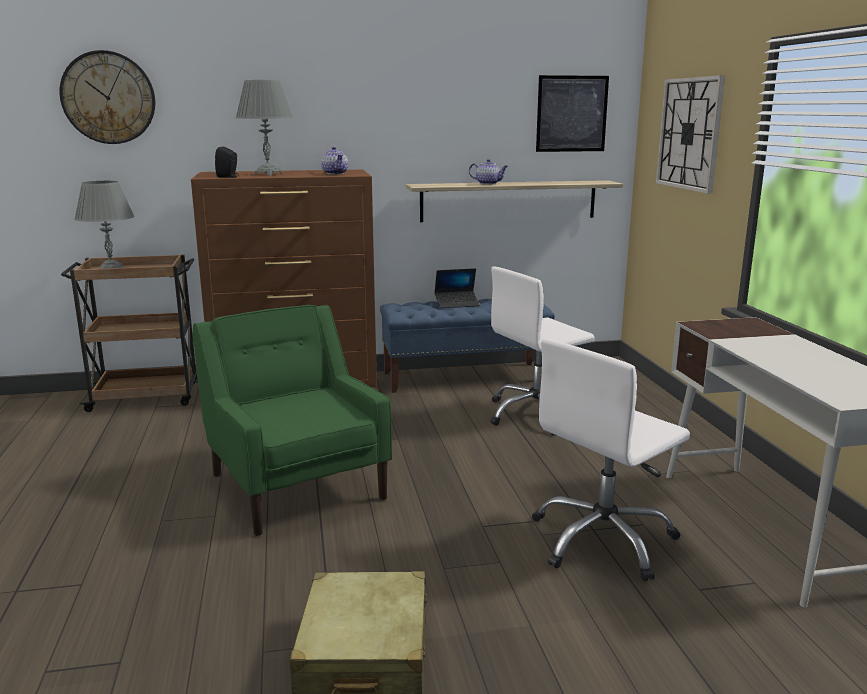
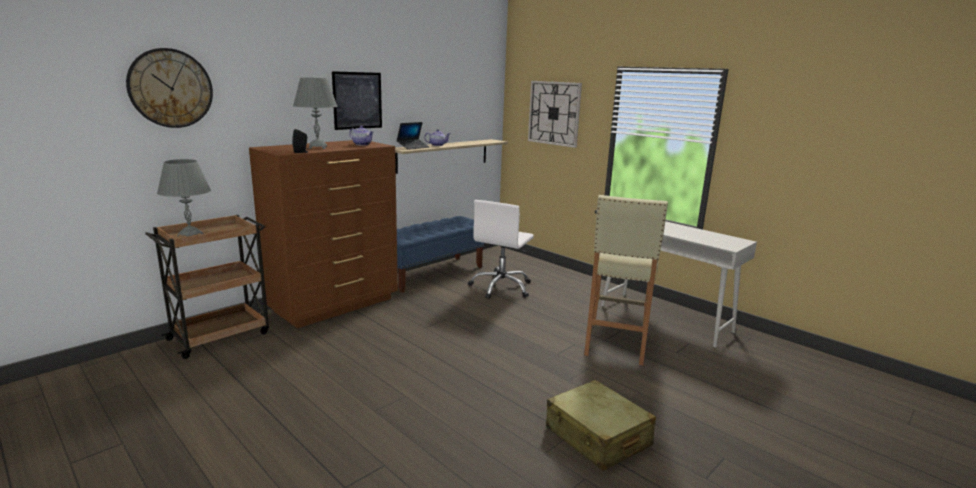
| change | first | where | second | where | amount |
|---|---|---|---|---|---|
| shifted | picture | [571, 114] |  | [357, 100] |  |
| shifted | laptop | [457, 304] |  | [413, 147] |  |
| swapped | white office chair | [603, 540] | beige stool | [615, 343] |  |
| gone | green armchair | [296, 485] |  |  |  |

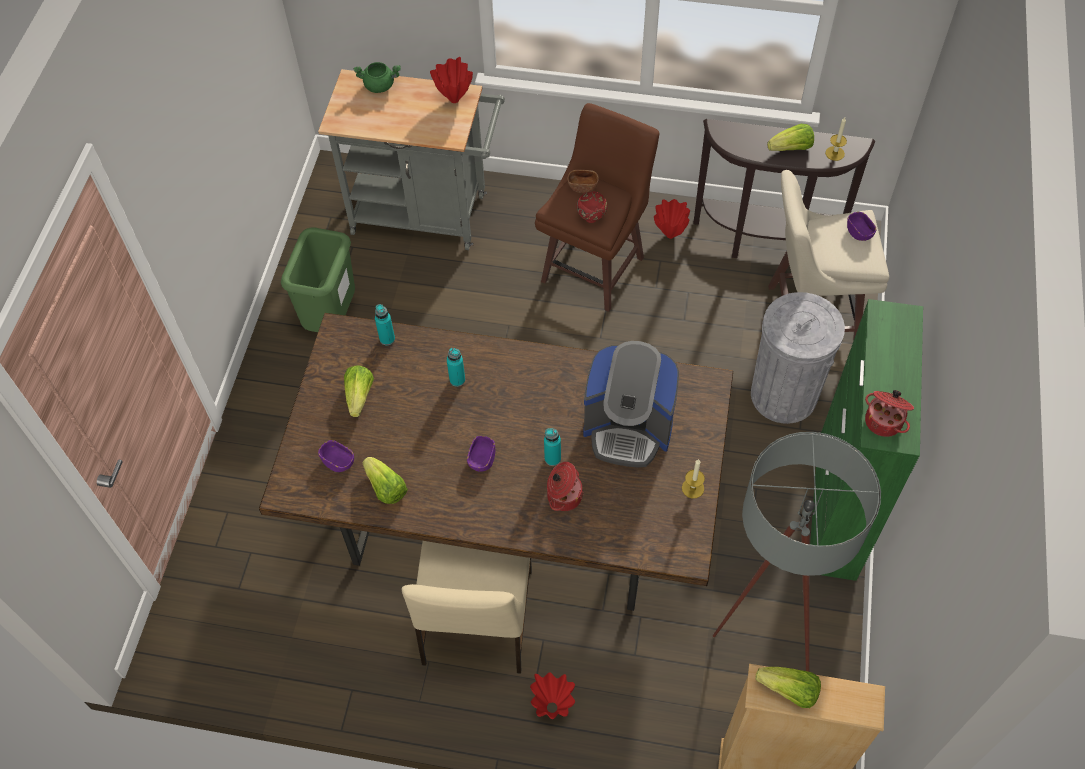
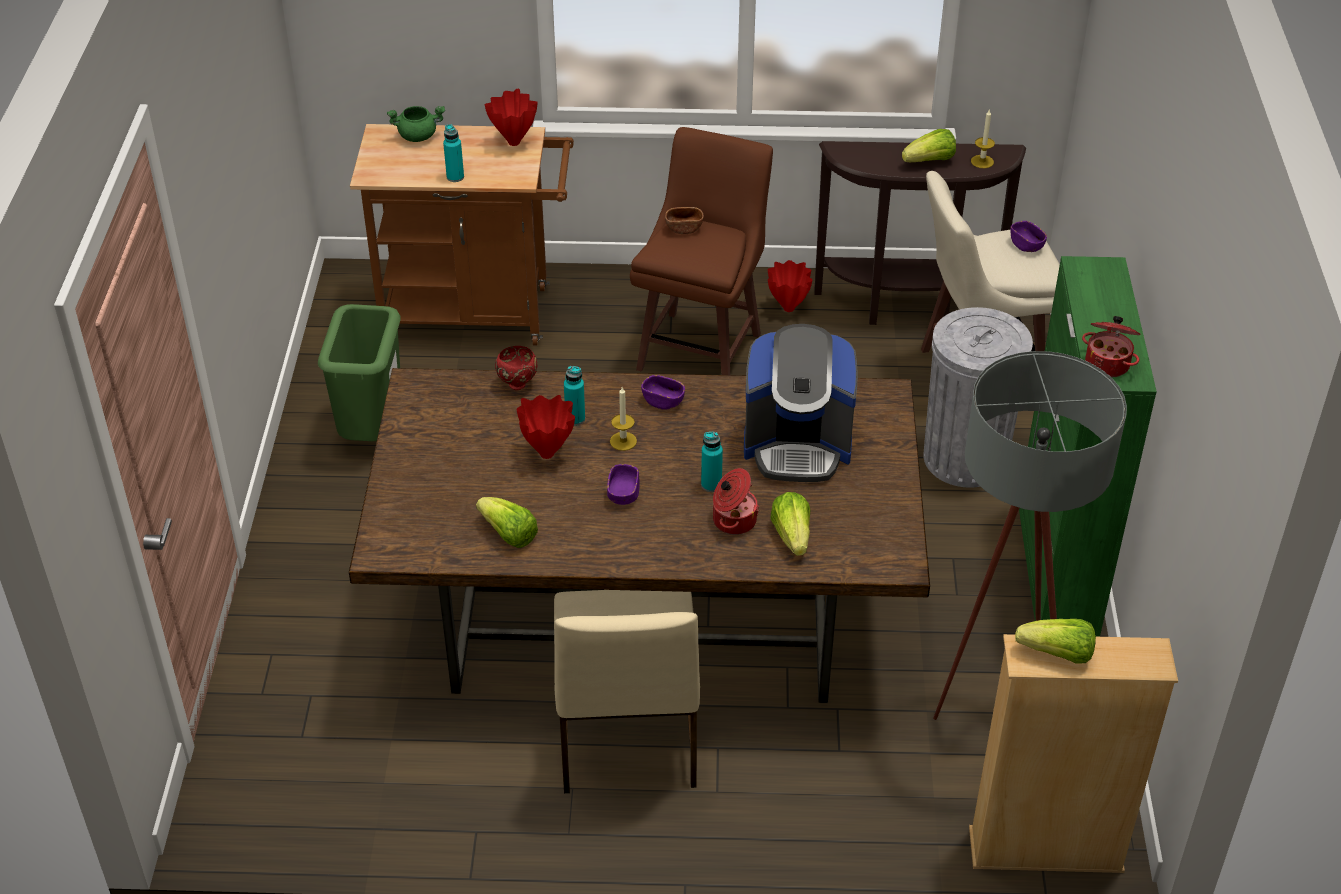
| change | first | where | second | where | amount |
|---|---|---|---|---|---|
| repainted | grey cart | [428, 215] | brown cart | [477, 313] |  |
| shifted | turquoise bottle | [387, 339] |  | [455, 177] |  |
| shifted | red bowl | [591, 218] |  | [518, 384] |  |
| shifted | red vase | [552, 708] |  | [547, 454] |  |
| shifted | candle | [693, 488] |  | [623, 441] |  |
| shifted | purple bowl | [338, 461] |  | [663, 401] |  |
| shifted | lettuce | [359, 396] |  | [792, 536] |  |

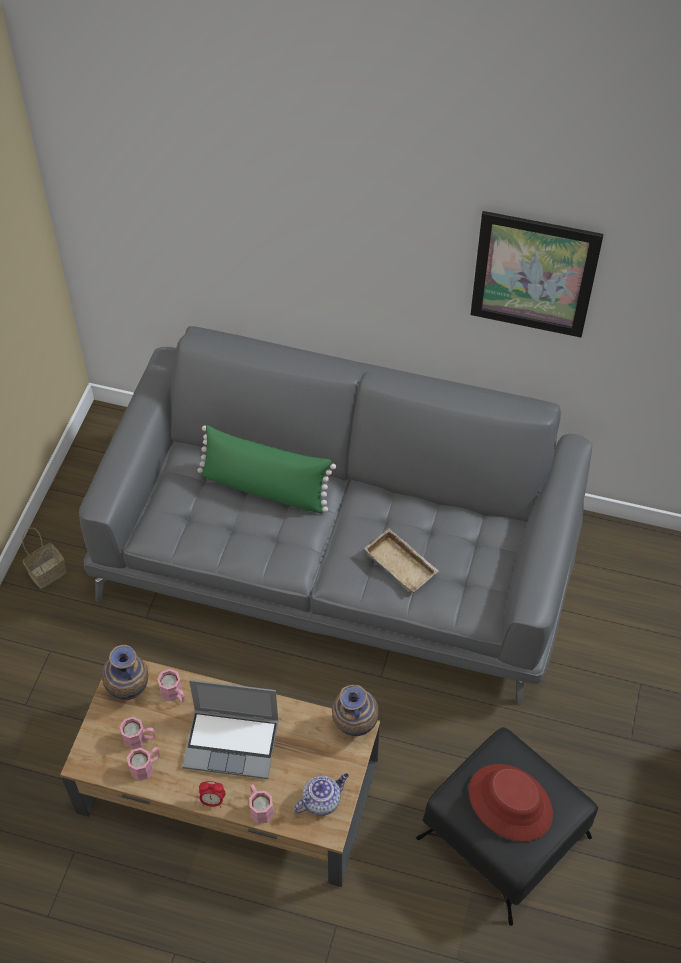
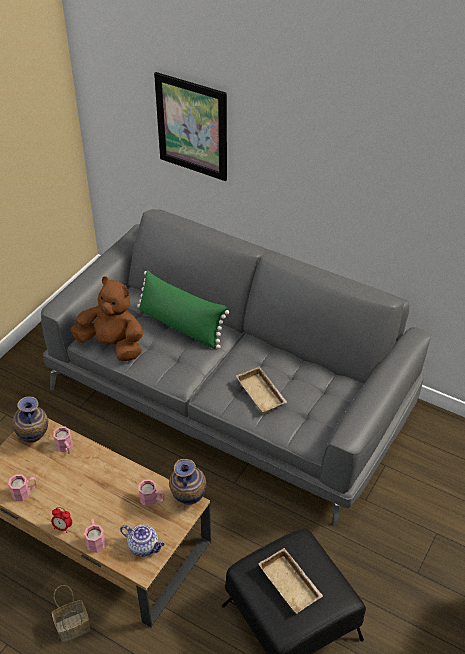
| change | first | where | second | where | amount |
|---|---|---|---|---|---|
| shifted | basket | [47, 574] |  | [72, 628] |  |
| new |  |  | brown plush toy | [113, 345] |  |
| rotated | teapot | [322, 800] |  | [144, 546] | 45 degrees clockwise |
| shifted | pink mug | [139, 739] |  | [152, 499] |  |
| shifted | picture | [534, 274] |  | [192, 127] |  |
| swapped | red hat | [510, 802] | beige tray | [291, 583] |  |
| gone | laptop | [233, 743] |  |  |  |

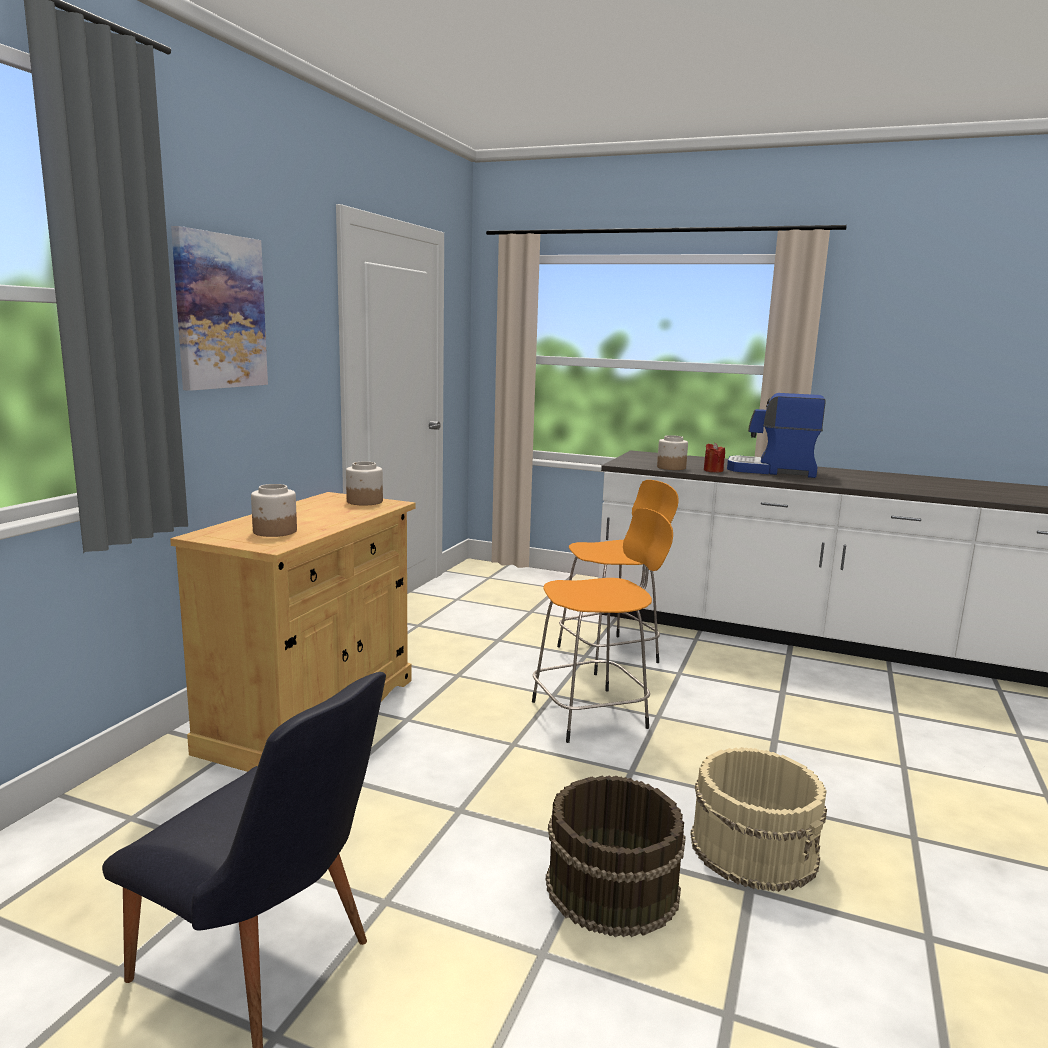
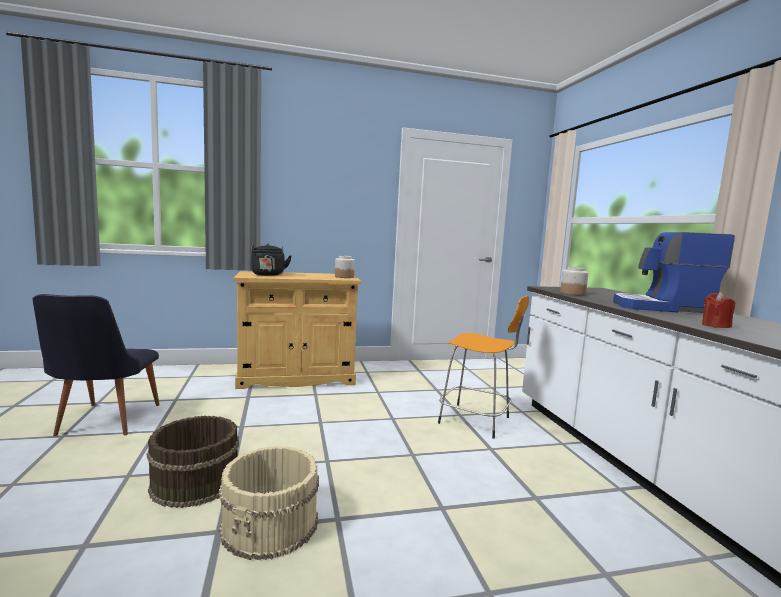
| change | first | where | second | where | amount |
|---|---|---|---|---|---|
| swapped | jar | [275, 531] | black kettle | [268, 275] |  |
| rotated | coffee machine | [772, 471] |  | [664, 308] | 60 degrees counterclockwise |
| shifted | red candle | [713, 470] |  | [715, 325] |  |
| gone | picture | [220, 312] |  |  |  |
| gone | orange stool | [593, 714] |  |  |  |

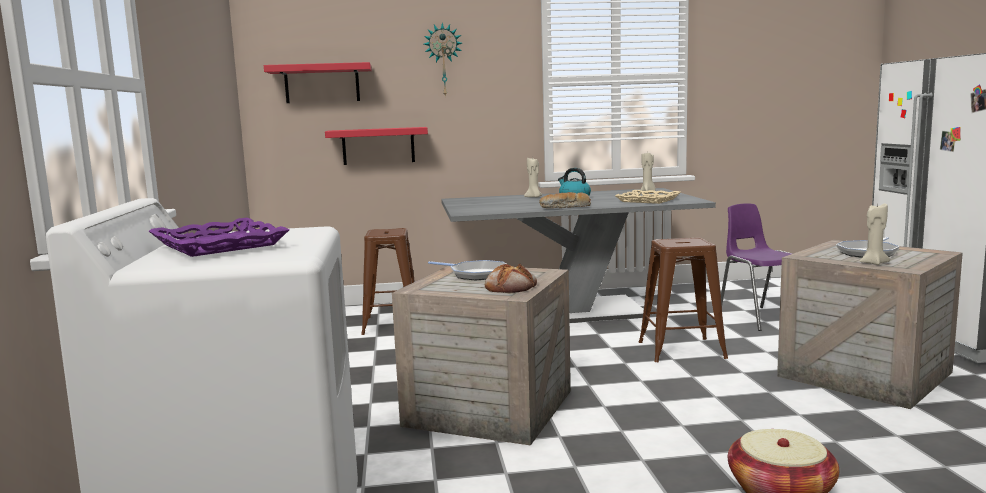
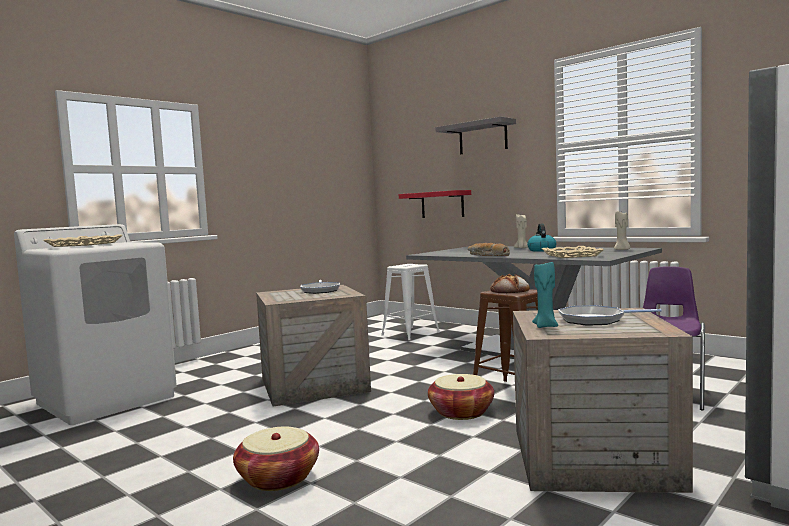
| change | first | where | second | where | amount |
|---|---|---|---|---|---|
| repainted | purple tray | [218, 245] | beige tray | [84, 244] |  |
| repainted | brown stool | [392, 325] | white stool | [410, 333] |  |
| new |  |  | basket | [461, 412] |  |
| swapped | wall clock | [443, 60] | grey shelf | [483, 137] |  |
| shifted | bread | [511, 286] |  | [510, 290] |  |
| repainted | beige candle | [873, 263] | turquoise candle | [546, 326] |  |
| gone | red shelf | [322, 84] |  |  |  |

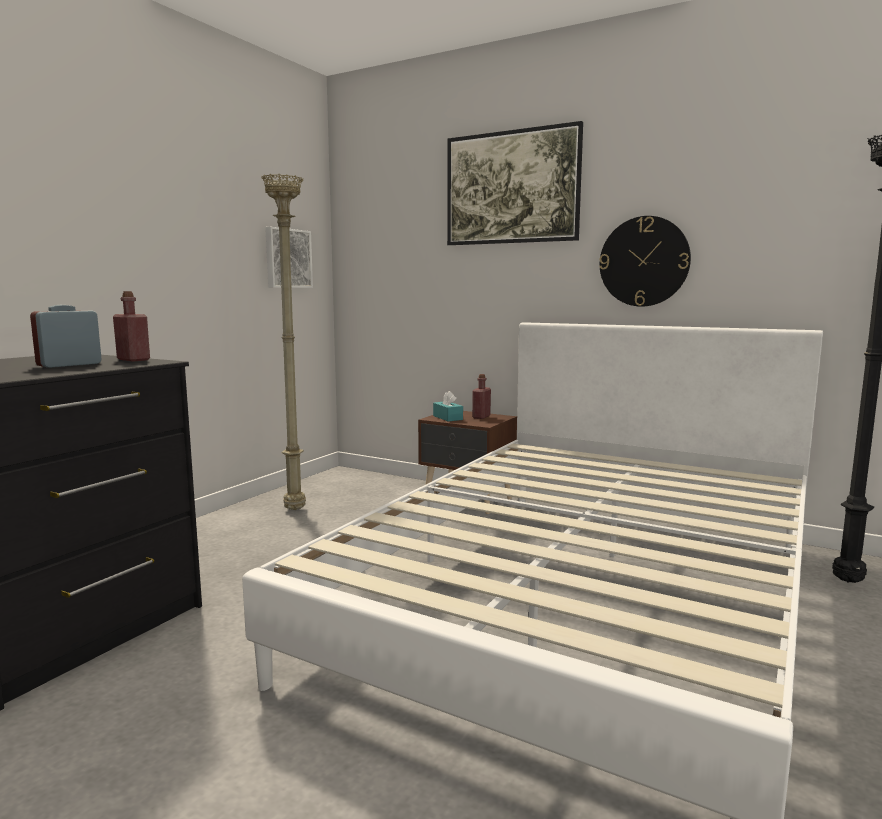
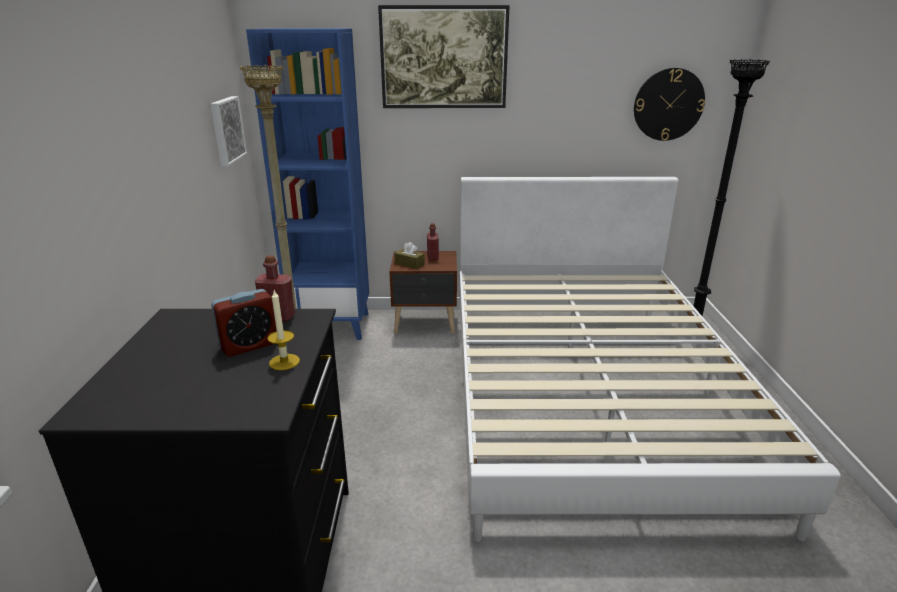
| change | first | where | second | where | amount |
|---|---|---|---|---|---|
| rotated | alarm clock | [69, 365] |  | [249, 345] | 135 degrees counterclockwise |
| new |  |  | blue bookcase | [332, 326] |  |
| new |  |  | candle | [284, 362] |  |
| repainted | turquoise tissue box | [447, 418] | brown tissue box | [409, 264] |  |
| shifted | wall clock | [644, 261] |  | [668, 104] |  |

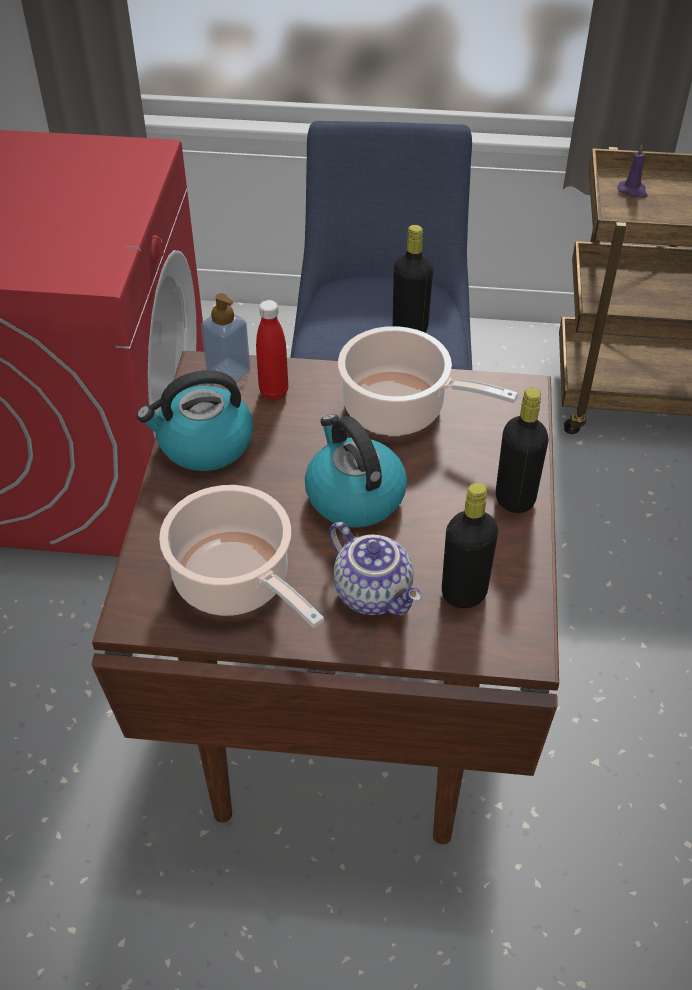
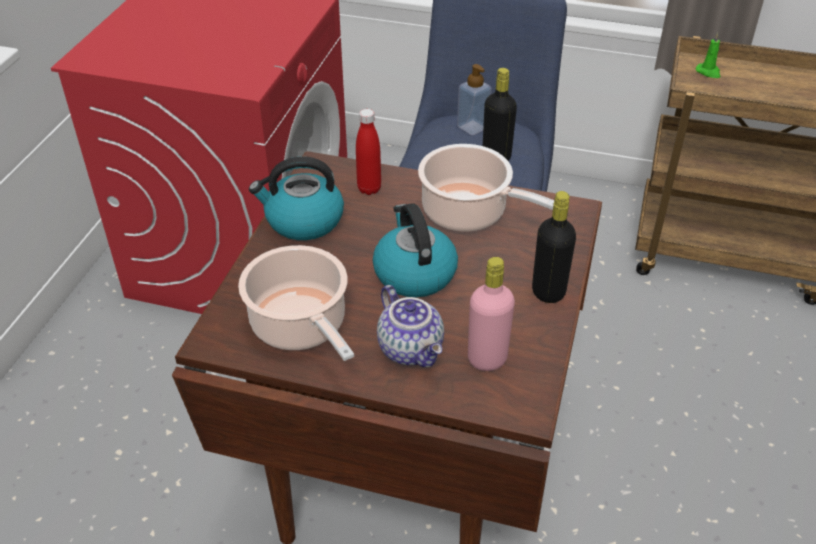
| change | first | where | second | where | amount |
|---|---|---|---|---|---|
| shifted | soap dispenser | [228, 372] |  | [472, 127] |  |
| repainted | black bottle | [464, 593] | pink bottle | [487, 359] |  |
| repainted | purple candle | [633, 191] | green candle | [708, 72] |  |

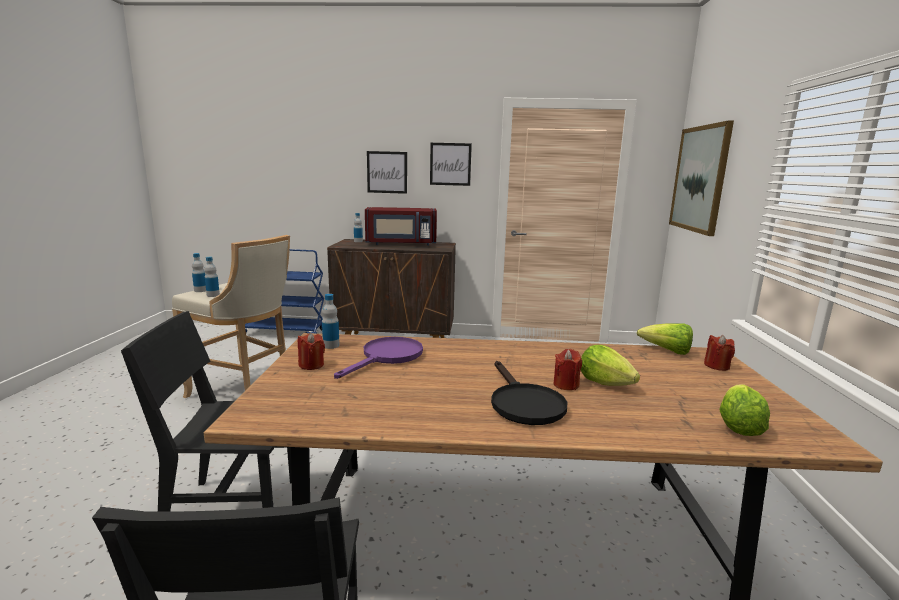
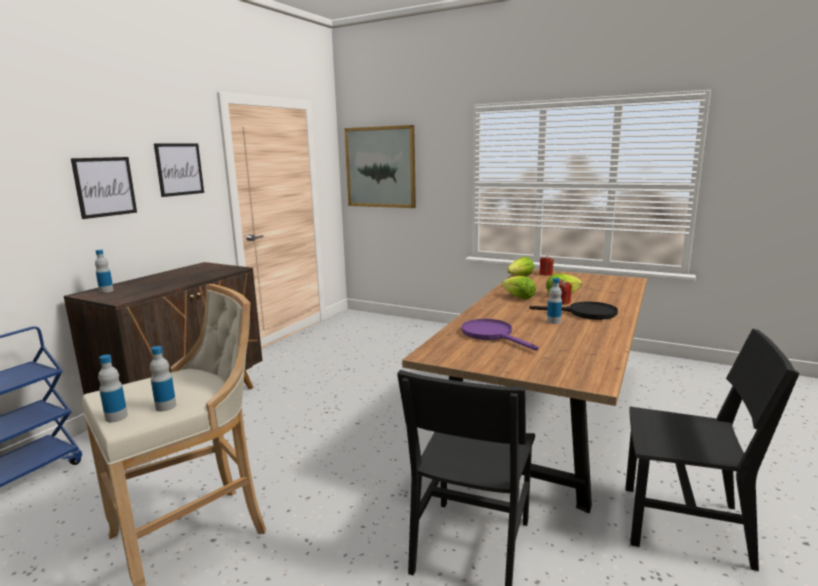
| change | first | where | second | where | amount |
|---|---|---|---|---|---|
| shifted | lettuce | [738, 427] |  | [519, 297] |  |
| shifted | bottle | [331, 345] |  | [553, 321] |  |
| gone | red candle | [311, 365] |  |  |  |
| gone | red microwave | [401, 244] |  |  |  |

